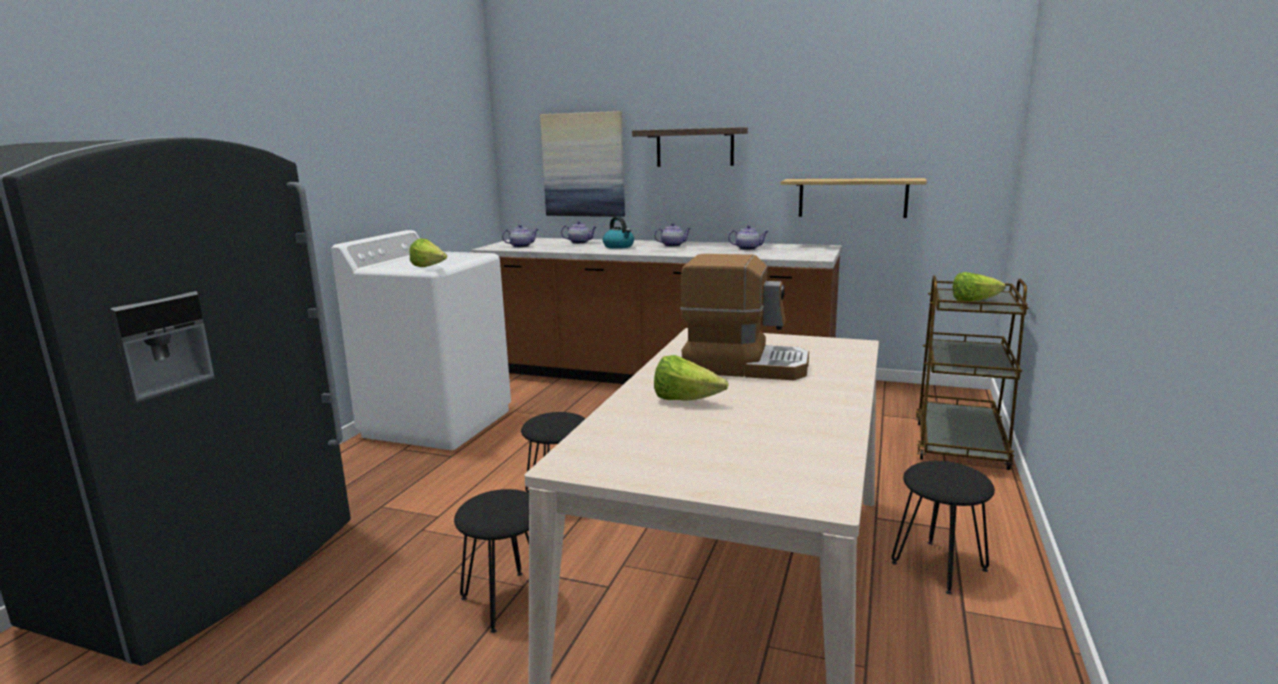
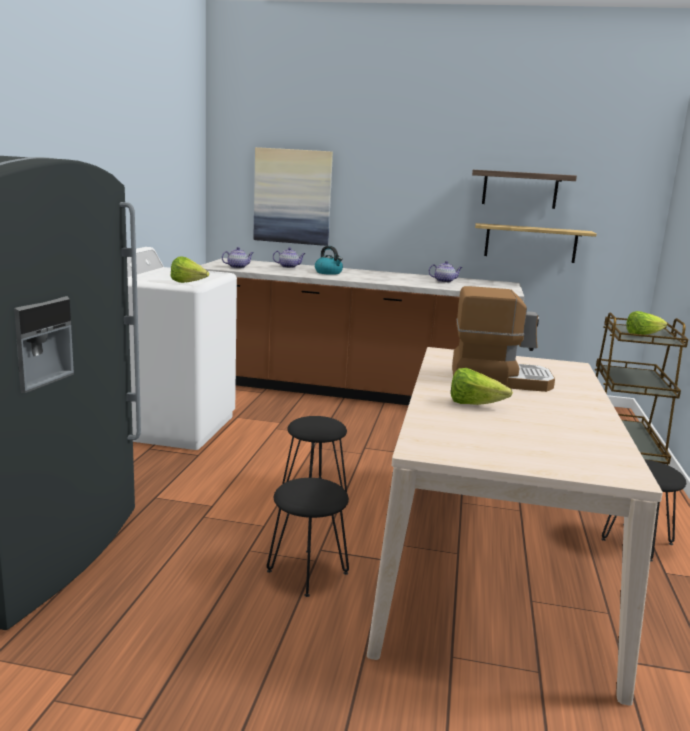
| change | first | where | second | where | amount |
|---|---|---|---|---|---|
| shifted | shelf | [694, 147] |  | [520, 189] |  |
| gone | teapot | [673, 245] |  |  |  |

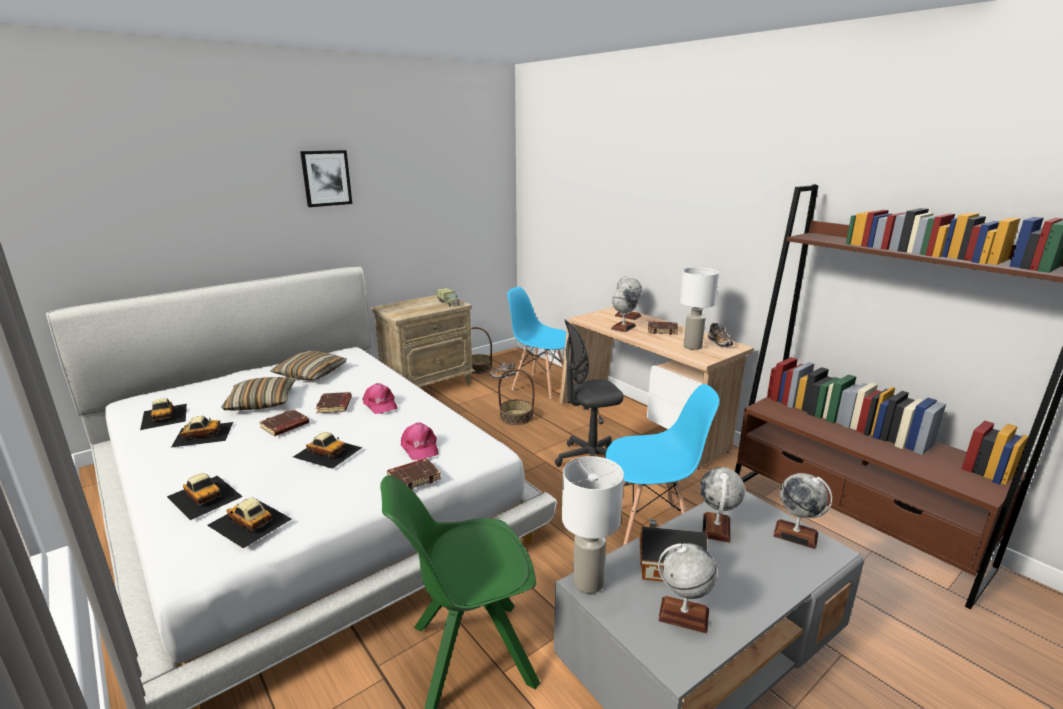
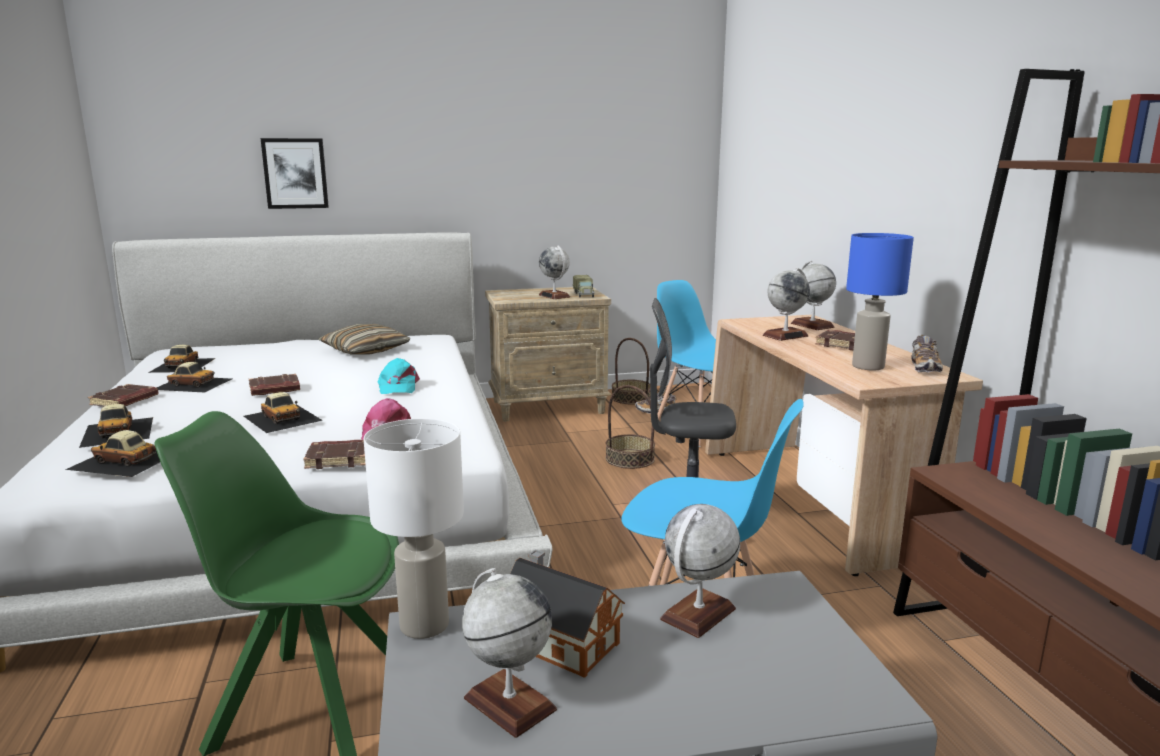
| change | first | where | second | where | amount |
|---|---|---|---|---|---|
| rotated | toy car | [249, 522] |  | [124, 461] | 45 degrees counterclockwise |
| shifted | brown book | [335, 406] |  | [125, 401] |  |
| shifted | picture | [326, 178] |  | [295, 173] |  |
| repainted | pink cap | [380, 404] | turquoise cap | [397, 386] |  |
| shifted | globe | [795, 534] |  | [554, 296] |  |
| repainted | white table lamp | [692, 347] | blue table lamp | [867, 367] |  |
| gone | pillow | [261, 402] |  |  |  |

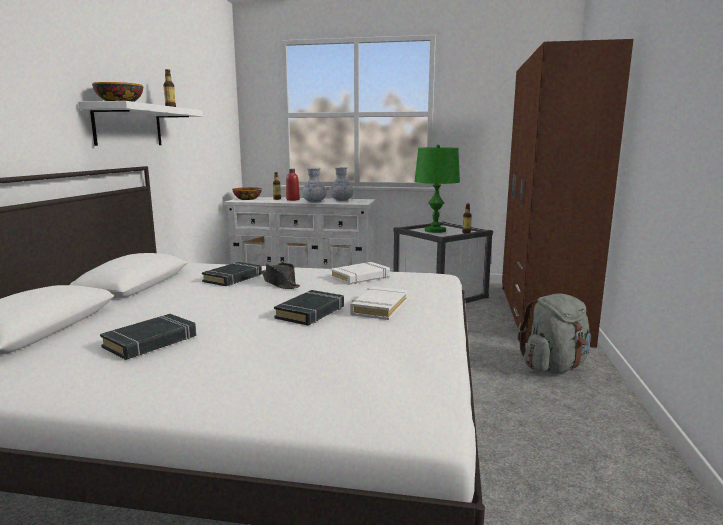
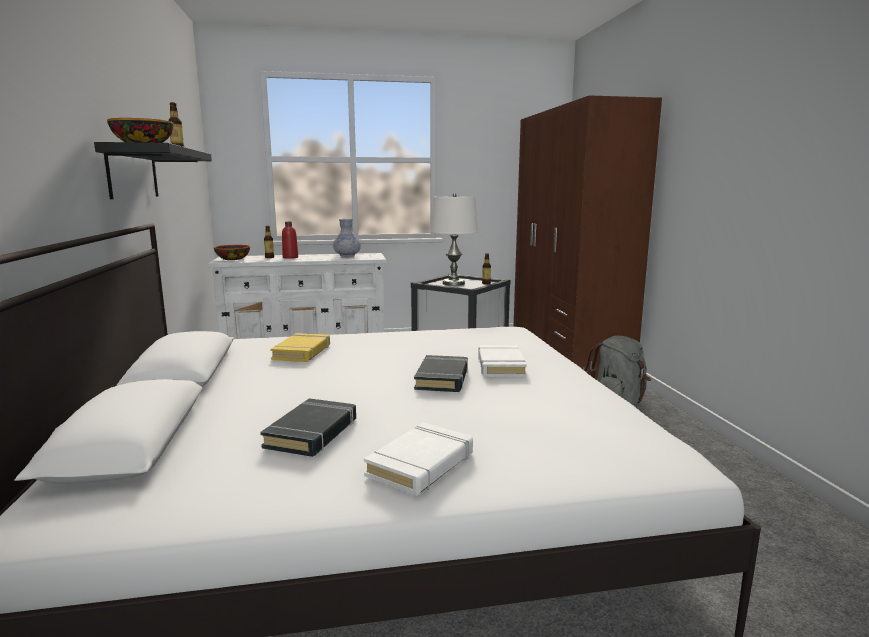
| change | first | where | second | where | amount |
|---|---|---|---|---|---|
| repainted | white shelf | [128, 126] | black shelf | [133, 173] |  |
| repainted | black book | [233, 278] | yellow book | [302, 352] |  |
| shifted | white book | [360, 277] |  | [421, 464] |  |
| repainted | green table lamp | [435, 231] | white table lamp | [453, 283] |  |
| gone | black hat | [280, 283] |  |  |  |
| gone | vase | [314, 202] |  |  |  |

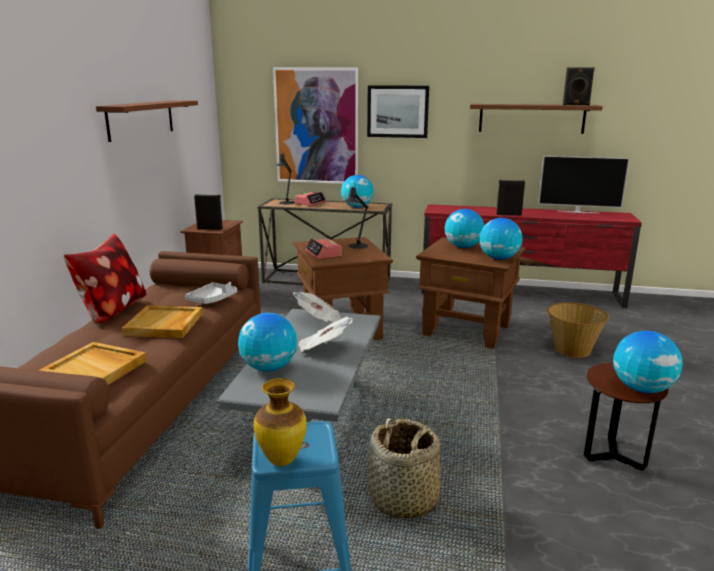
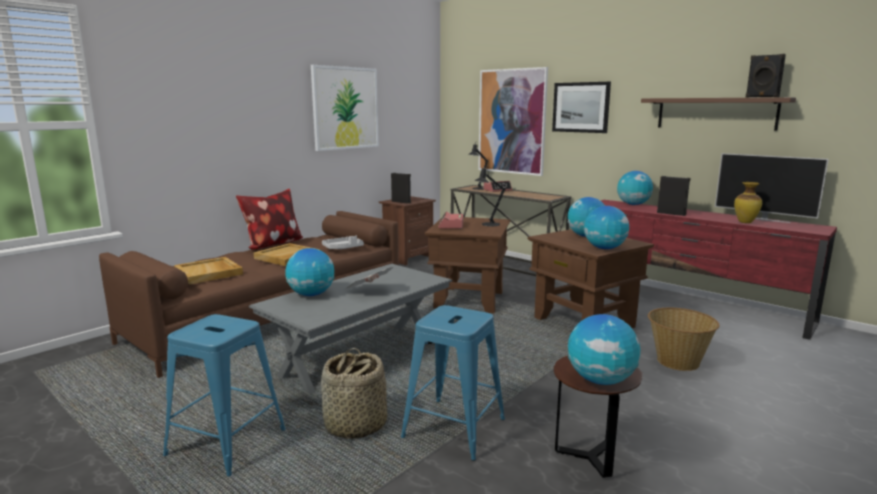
| change | first | where | second | where | amount |
|---|---|---|---|---|---|
| swapped | brown shelf | [141, 119] | picture | [345, 108] |  |
| new |  |  | blue stool | [454, 428] |  |
| shifted | globe | [357, 207] |  | [633, 204] |  |
| shifted | vase | [282, 460] |  | [745, 222] |  |
| gone | newspaper | [320, 321] |  |  |  |

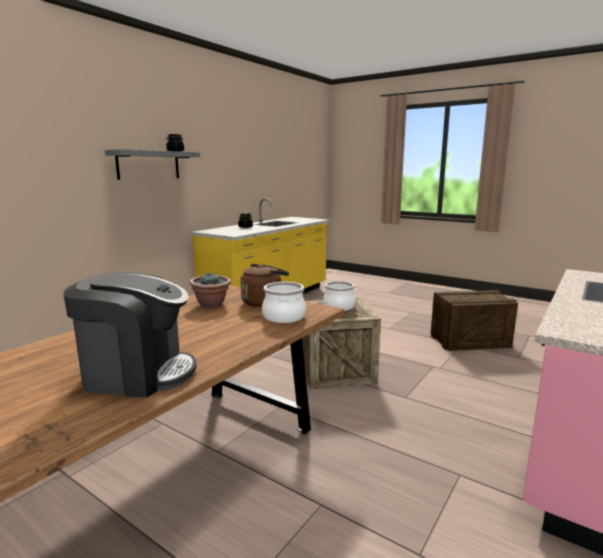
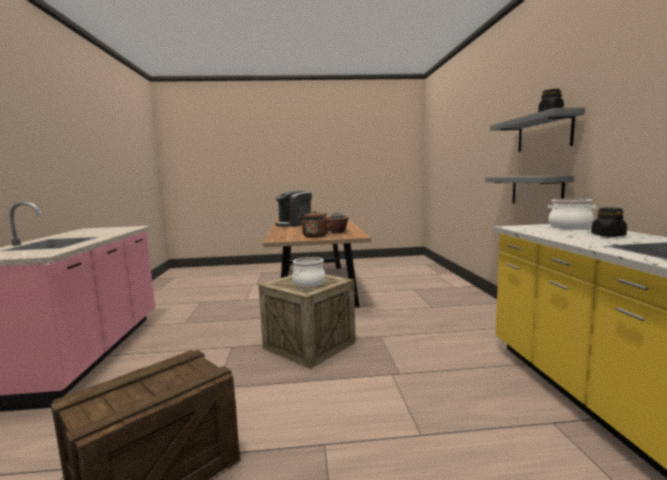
| change | first | where | second | where | amount |
|---|---|---|---|---|---|
| new |  |  | grey shelf | [536, 191] |  |
| shifted | cooking pot | [284, 317] |  | [569, 227] |  |

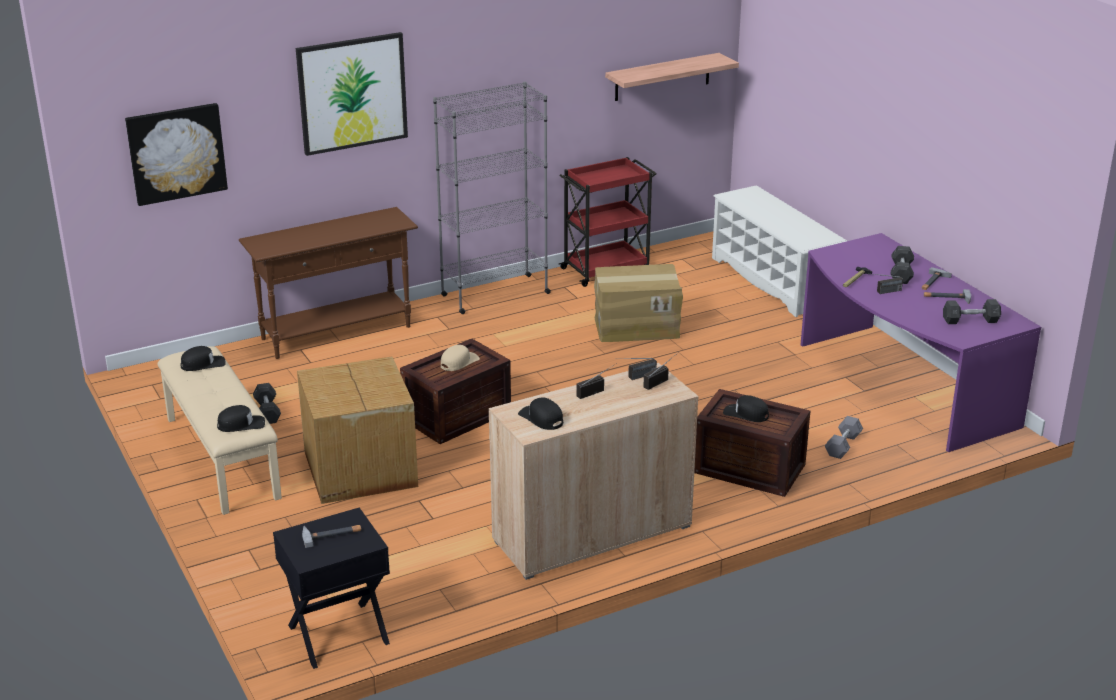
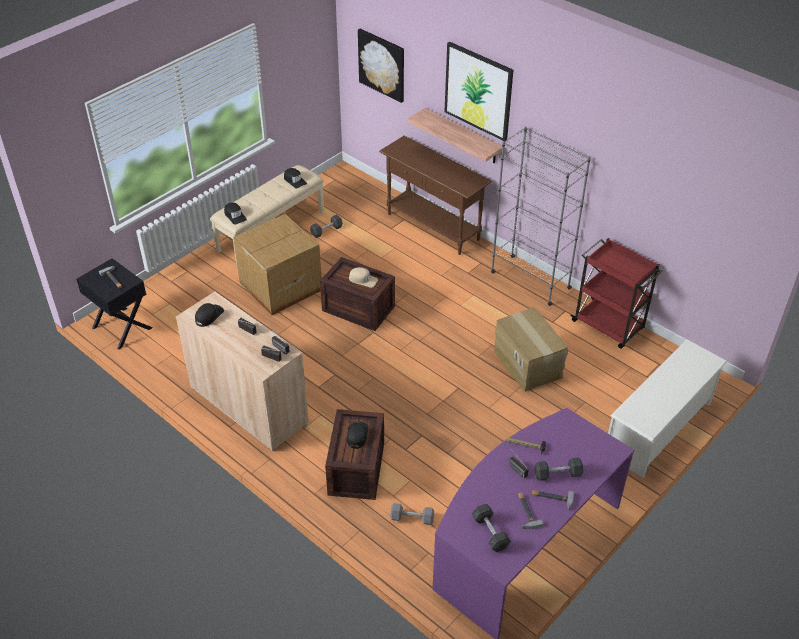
| change | first | where | second | where | amount |
|---|---|---|---|---|---|
| shifted | shelf | [662, 77] |  | [463, 136] |  |

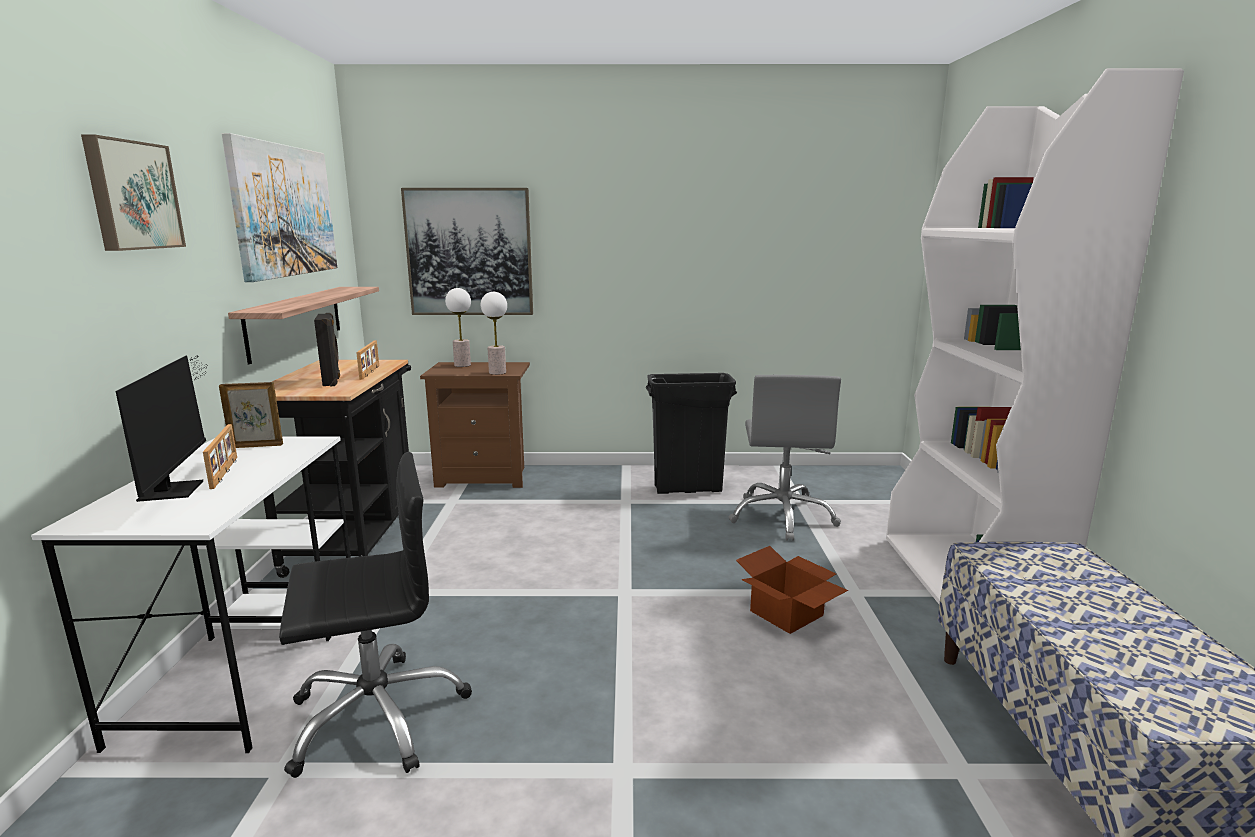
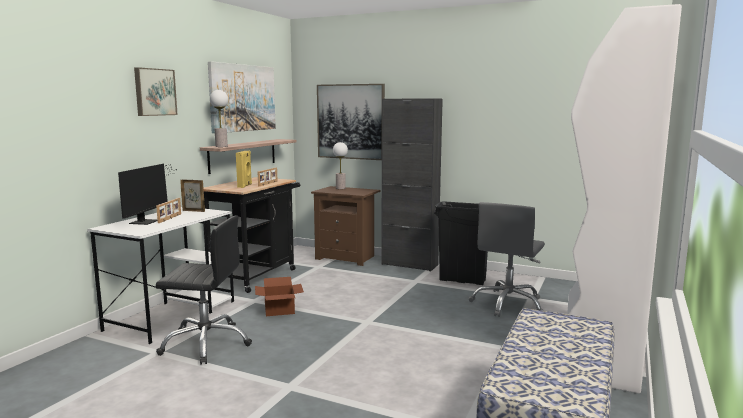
| change | first | where | second | where | amount |
|---|---|---|---|---|---|
| shifted | table lamp | [497, 372] |  | [221, 146] |  |
| repainted | black speaker | [332, 381] | yellow speaker | [245, 186] |  |
| shifted | cardboard box | [787, 614] |  | [279, 310] |  |
| new |  |  | black cabinet | [409, 264] |  |

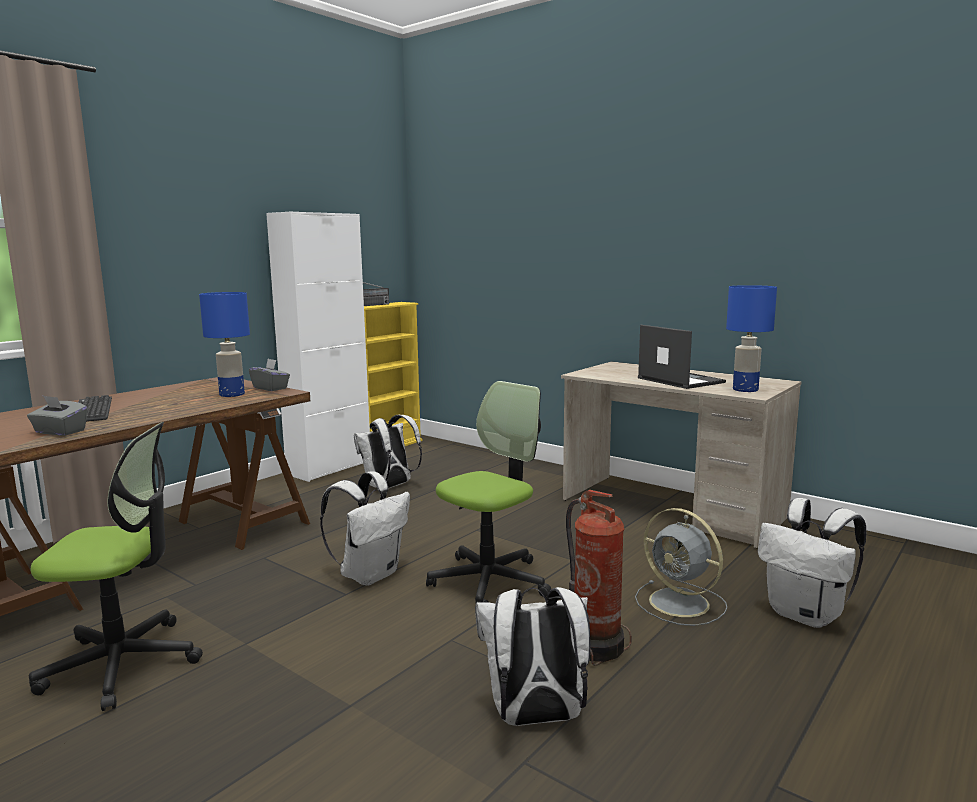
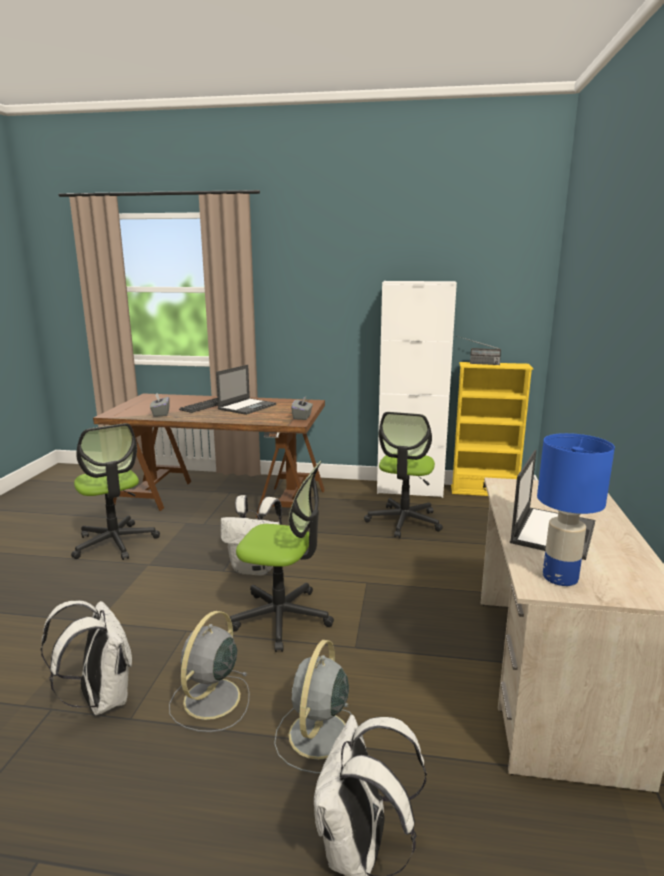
| change | first | where | second | where | amount |
|---|---|---|---|---|---|
| swapped | fire extinguisher | [594, 646] | grey fan | [210, 700] |  |
| new |  |  | laptop | [247, 407] |  |
| swapped | white backpack | [389, 487] | office chair | [404, 521] |  |
| gone | blue table lamp | [232, 394] |  |  |  |

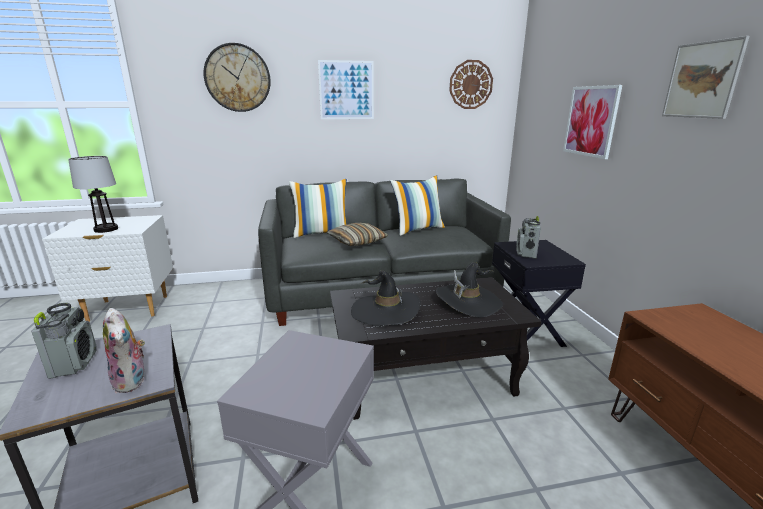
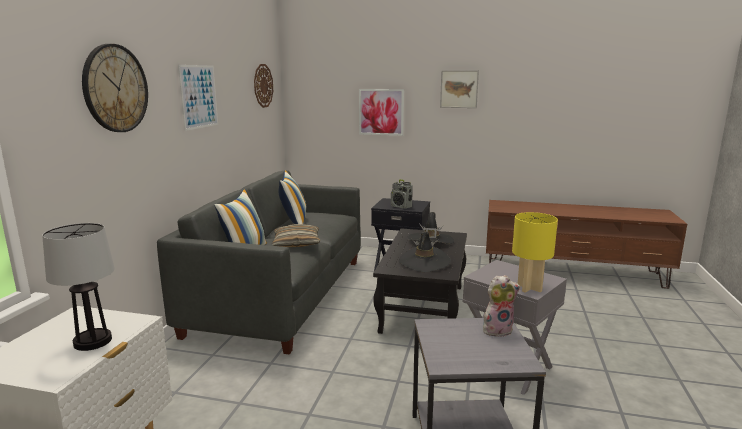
| change | first | where | second | where | amount |
|---|---|---|---|---|---|
| new |  |  | yellow table lamp | [529, 288] |  |
| gone | radio | [74, 363] |  |  |  |

